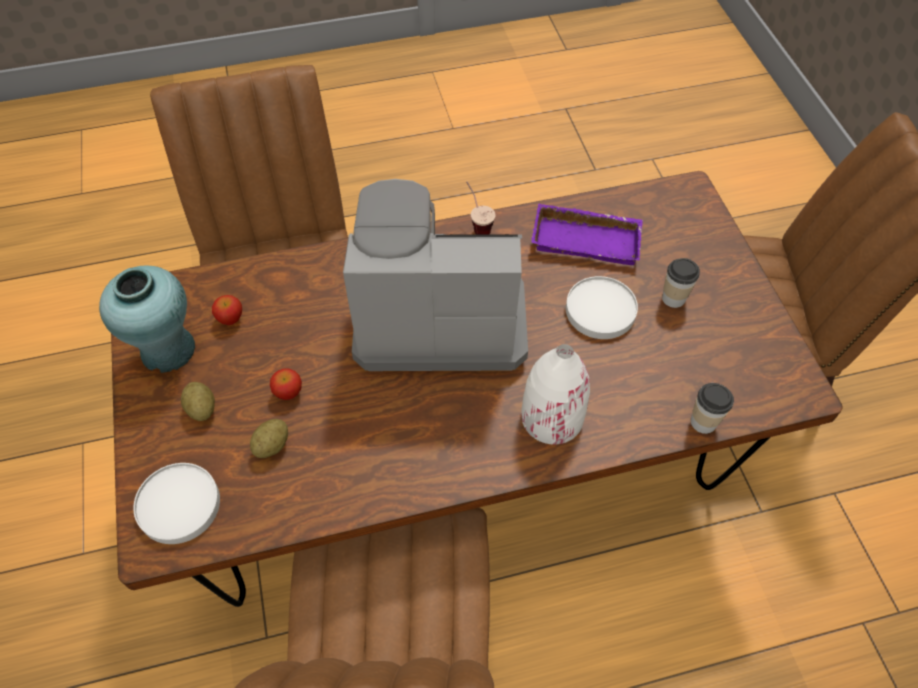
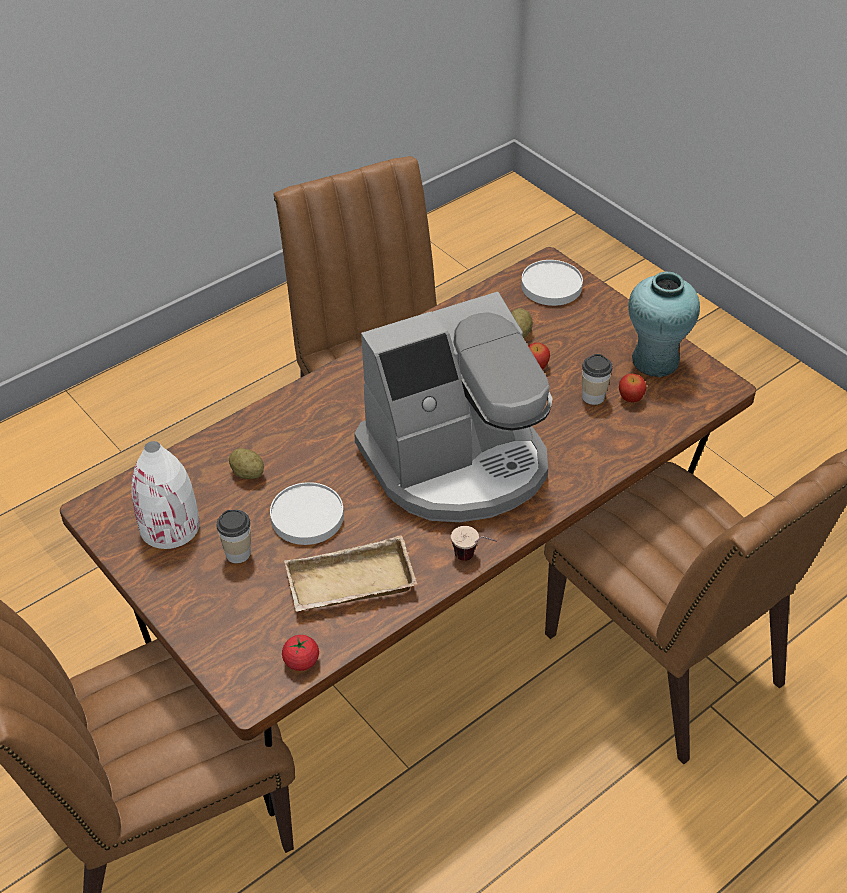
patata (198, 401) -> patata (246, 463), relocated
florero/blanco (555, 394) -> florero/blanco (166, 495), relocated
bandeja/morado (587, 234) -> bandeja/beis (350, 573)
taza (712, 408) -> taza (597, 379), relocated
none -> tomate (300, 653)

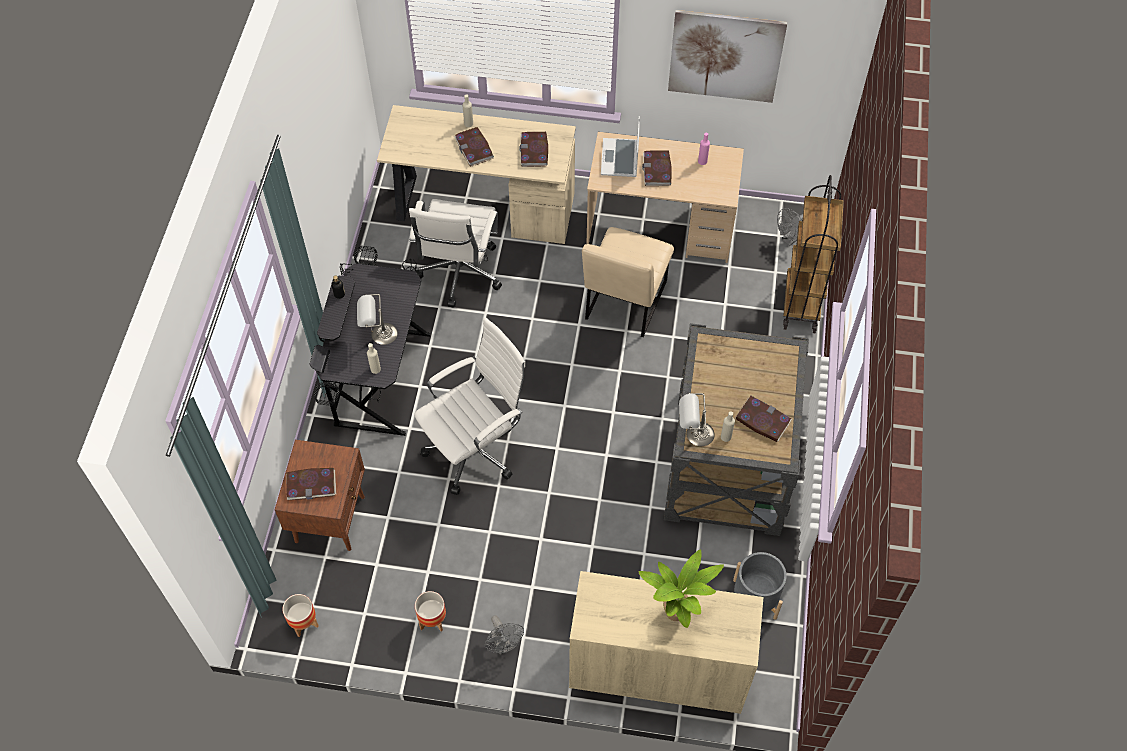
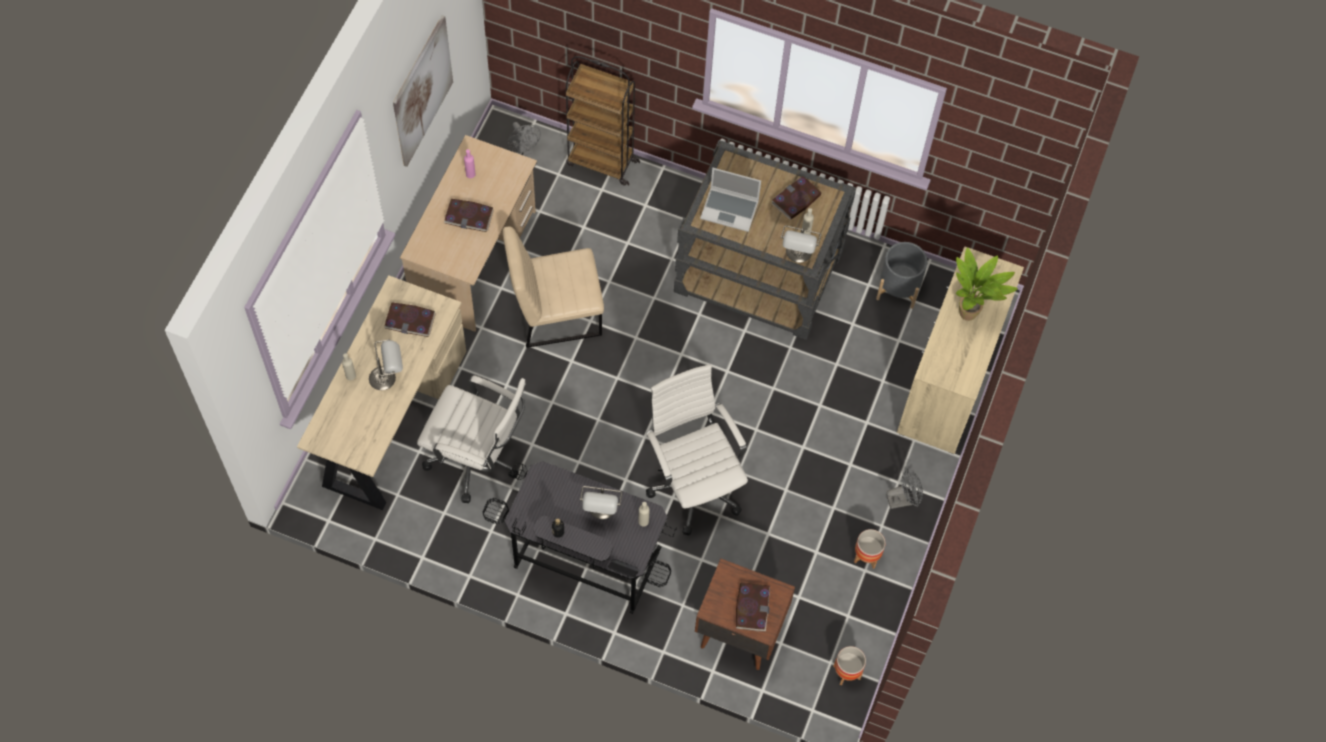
libro (474, 147) -> lámpara de mesa/blanco (386, 364)
silla/beis (628, 282) -> silla/beis (553, 287), 135 degrees clockwise
portátil (620, 146) -> portátil (730, 200), relocated

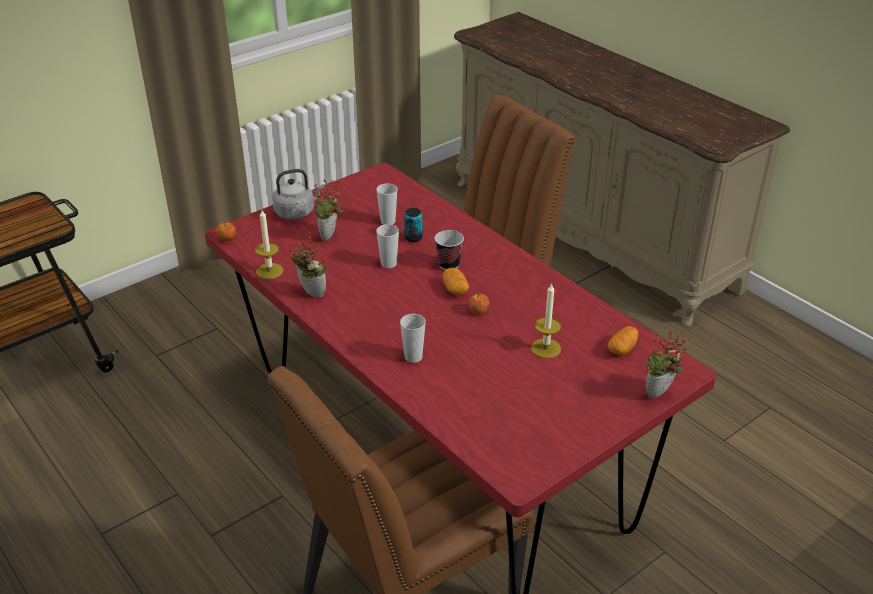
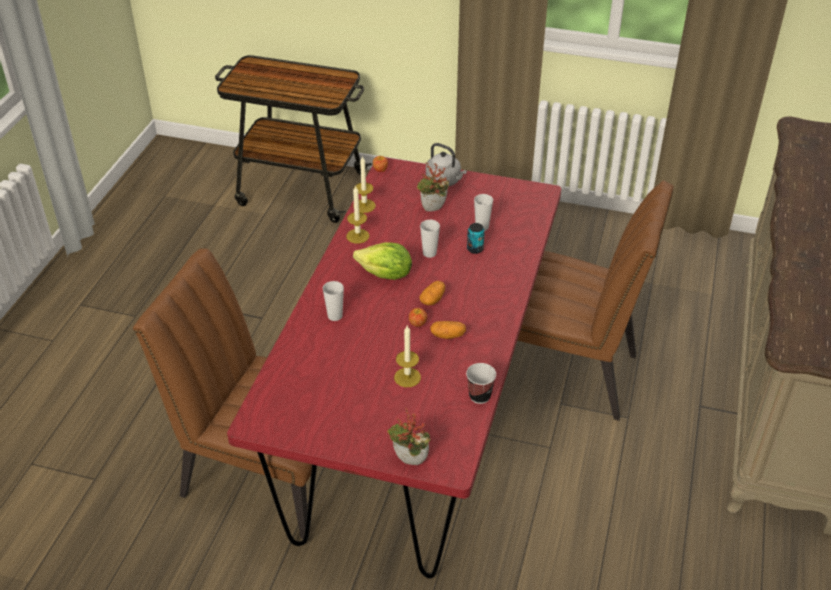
planta en maceta (307, 265) -> vela (357, 214)
taza (449, 250) -> taza (481, 383), relocated
patata (623, 340) -> patata (448, 330), relocated
none -> lechuga (382, 261)

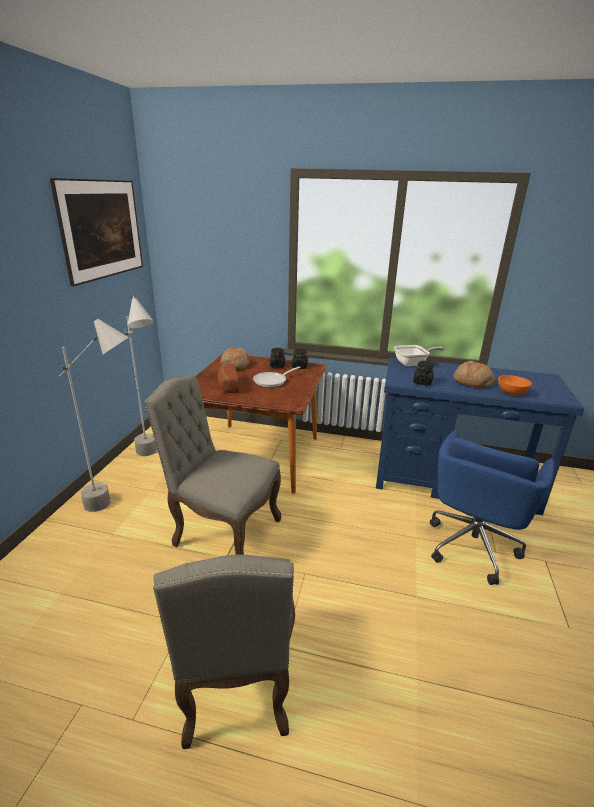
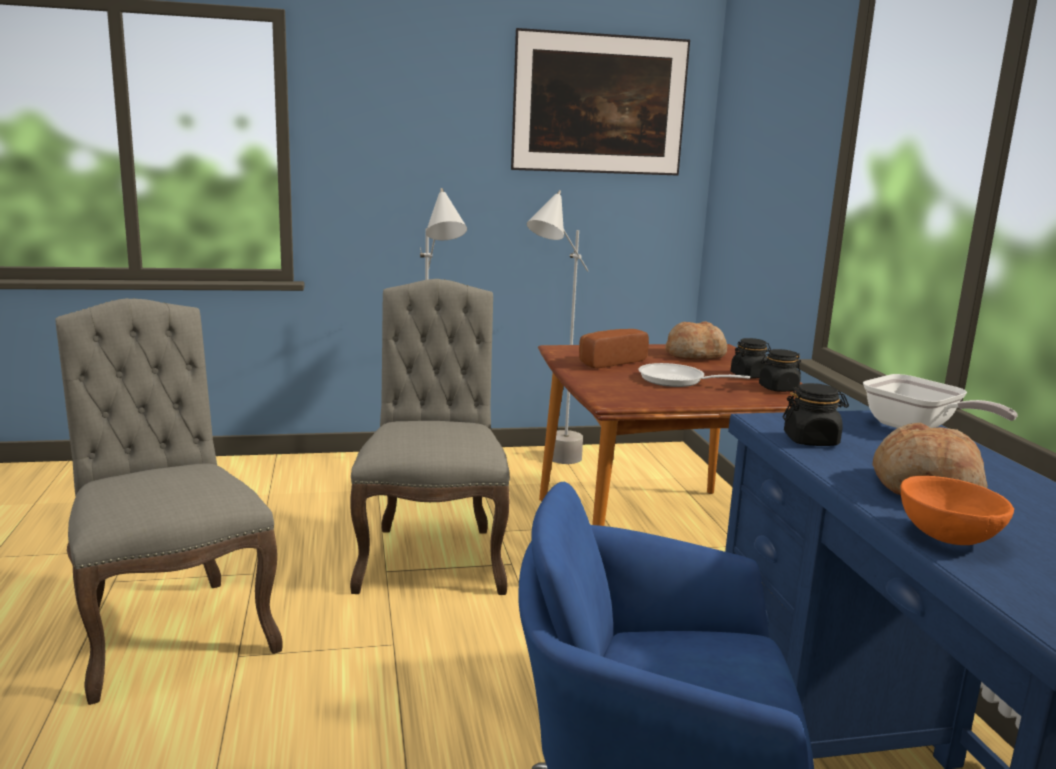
silla/gris (224, 652) -> silla/gris (169, 501), 90 degrees clockwise

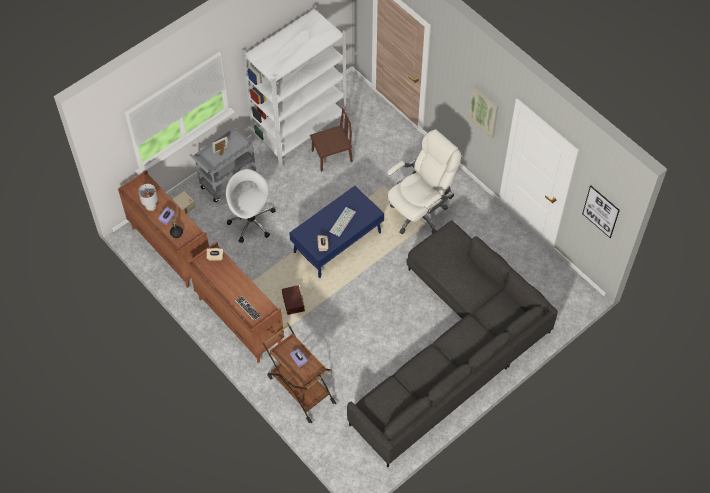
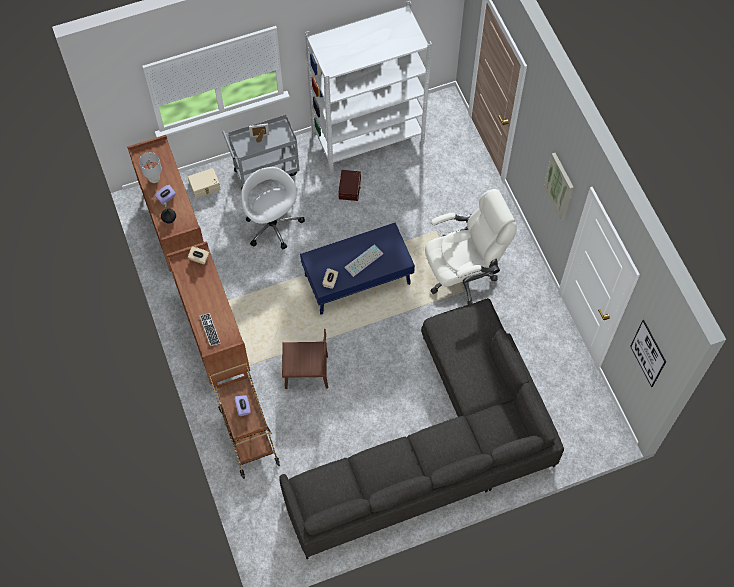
caja de almacenaje/marrón (293, 300) -> caja de almacenaje/marrón (349, 185), relocated
silla/marrón (331, 140) -> silla/marrón (305, 359), relocated

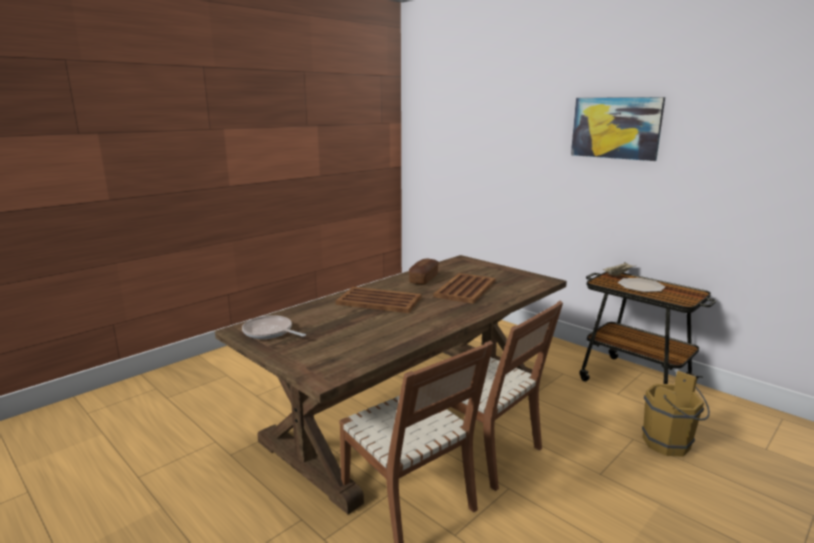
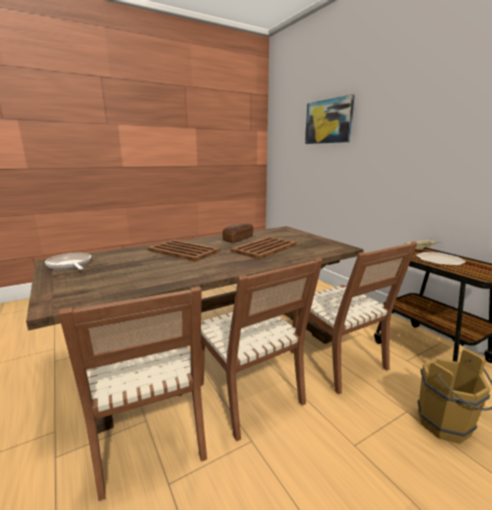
cuadro (618, 129) -> cuadro (330, 119), relocated
none -> silla (354, 317)

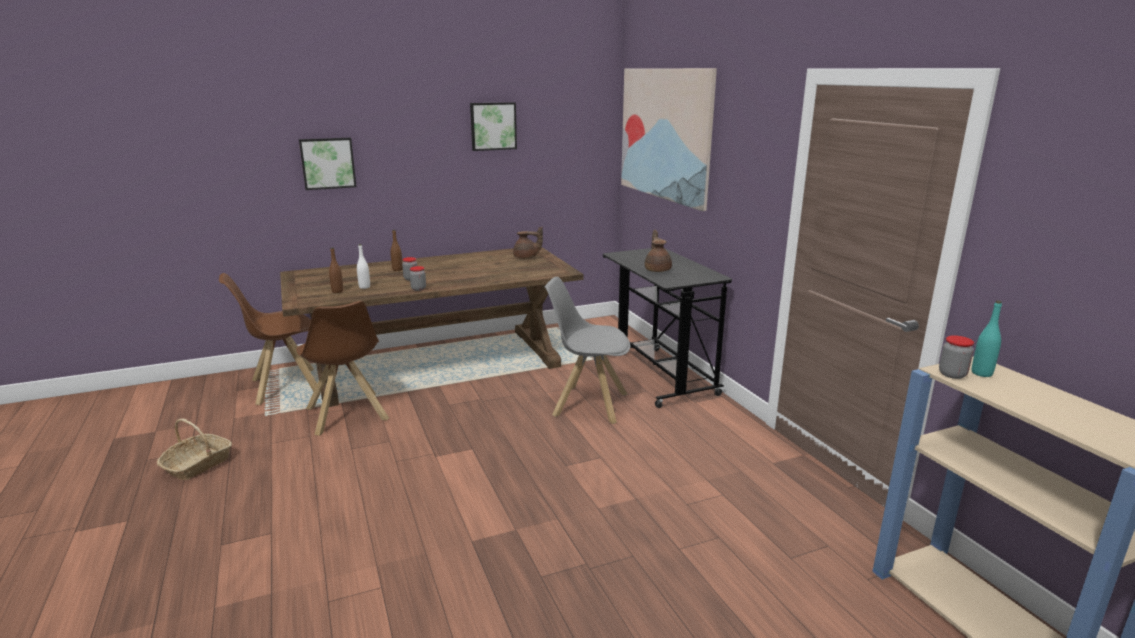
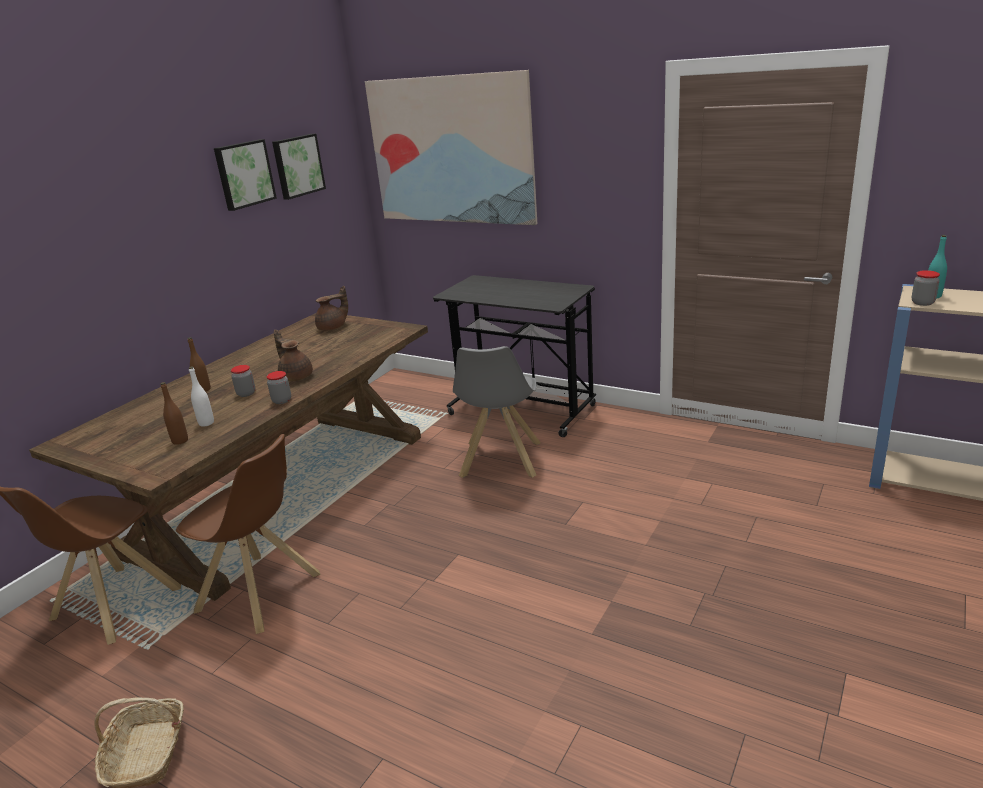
cuadro (327, 164) -> cuadro (299, 167), relocated
silla/gris (587, 350) -> silla/gris (497, 412), 60 degrees counterclockwise
tetera/marrón (658, 251) -> tetera/marrón (293, 356), relocated

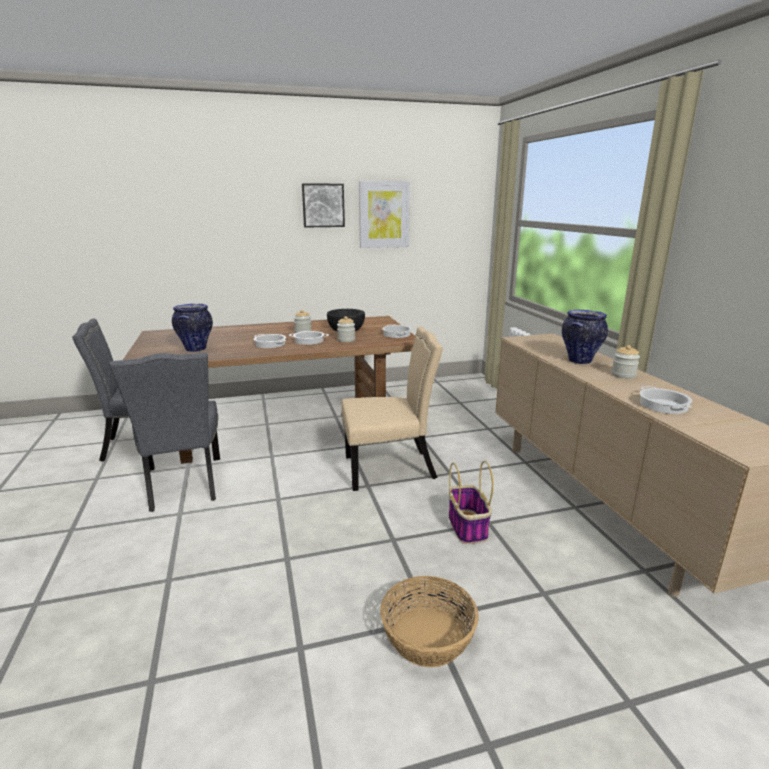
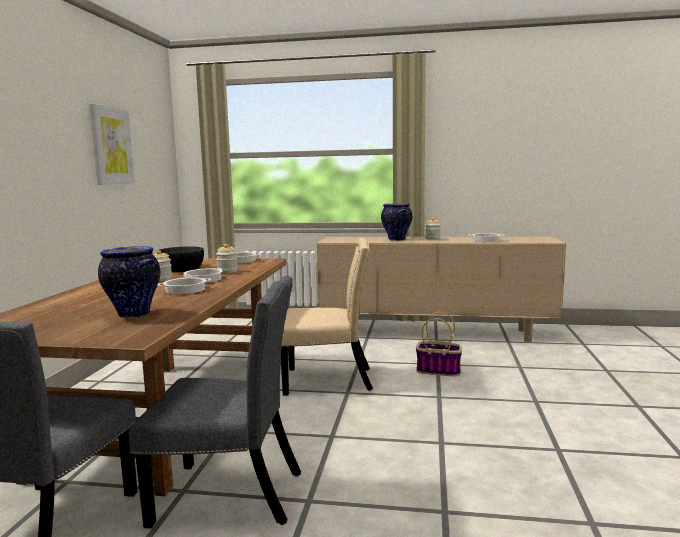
cuadro (323, 205) -> none
silla/beis (392, 409) -> silla/beis (327, 317), 75 degrees clockwise
cesta (429, 621) -> none

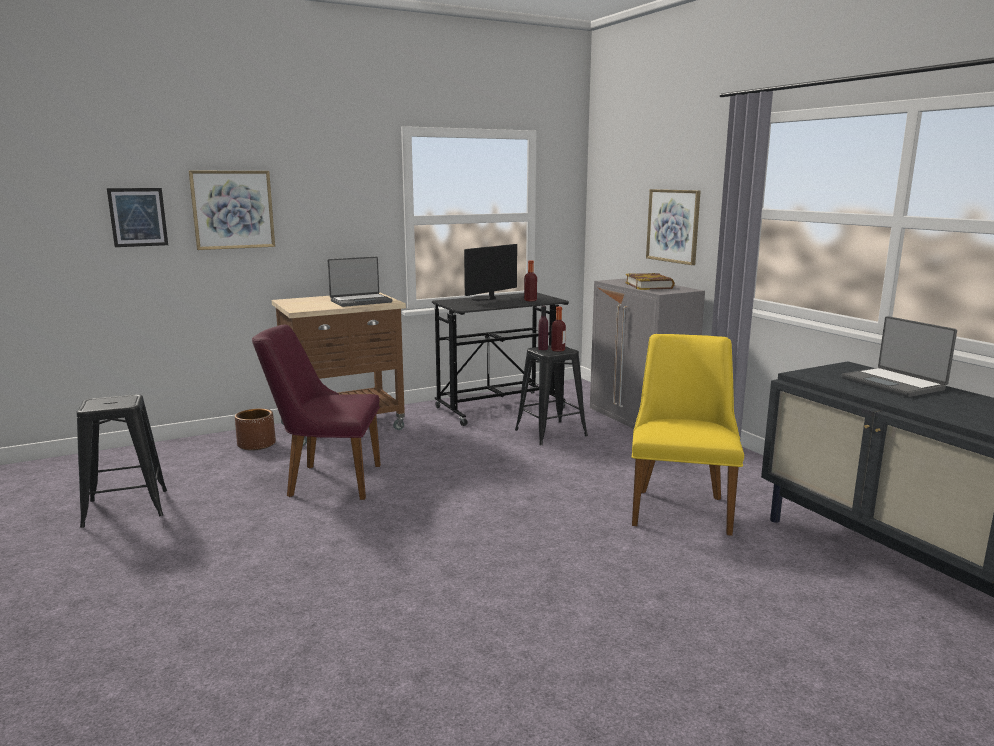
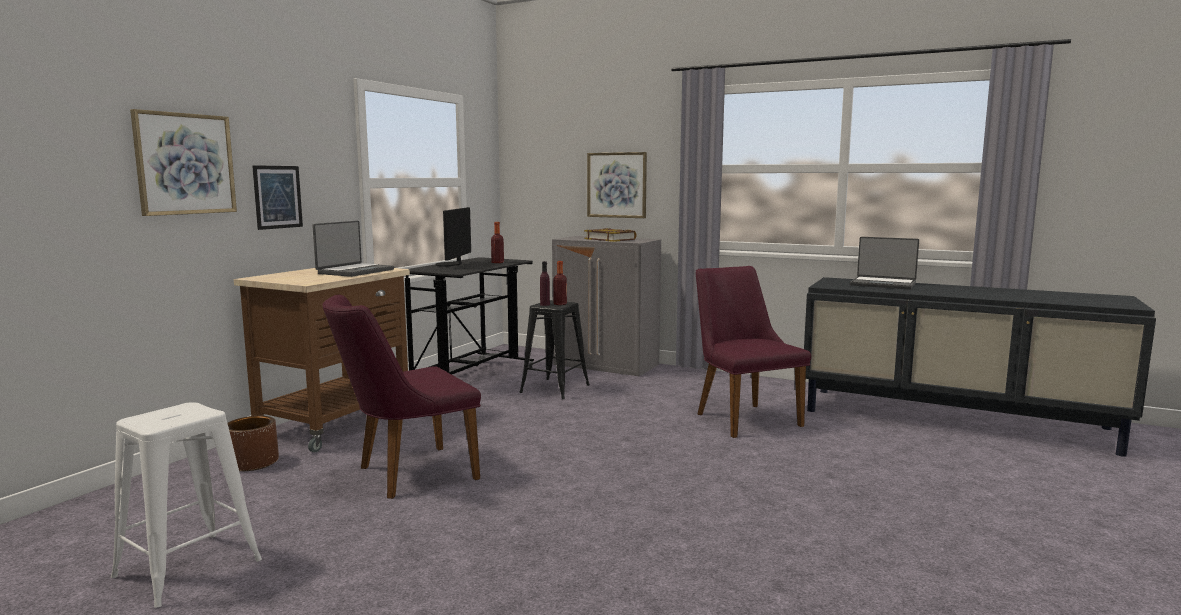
taburete/negro (122, 461) -> taburete/blanco (186, 505)
cuadro (137, 217) -> cuadro (277, 197), relocated
silla/amarillo (688, 435) -> silla/morado (753, 352)

